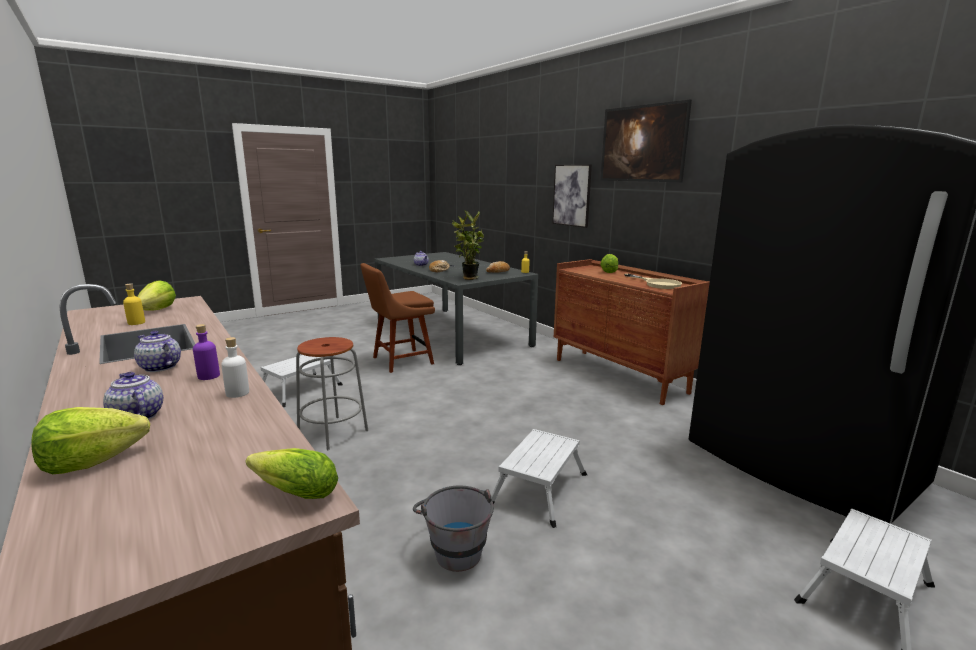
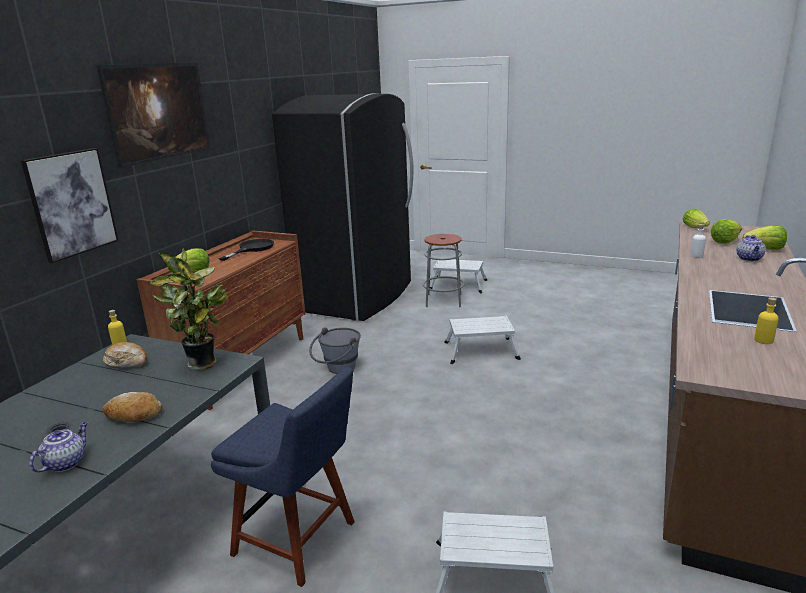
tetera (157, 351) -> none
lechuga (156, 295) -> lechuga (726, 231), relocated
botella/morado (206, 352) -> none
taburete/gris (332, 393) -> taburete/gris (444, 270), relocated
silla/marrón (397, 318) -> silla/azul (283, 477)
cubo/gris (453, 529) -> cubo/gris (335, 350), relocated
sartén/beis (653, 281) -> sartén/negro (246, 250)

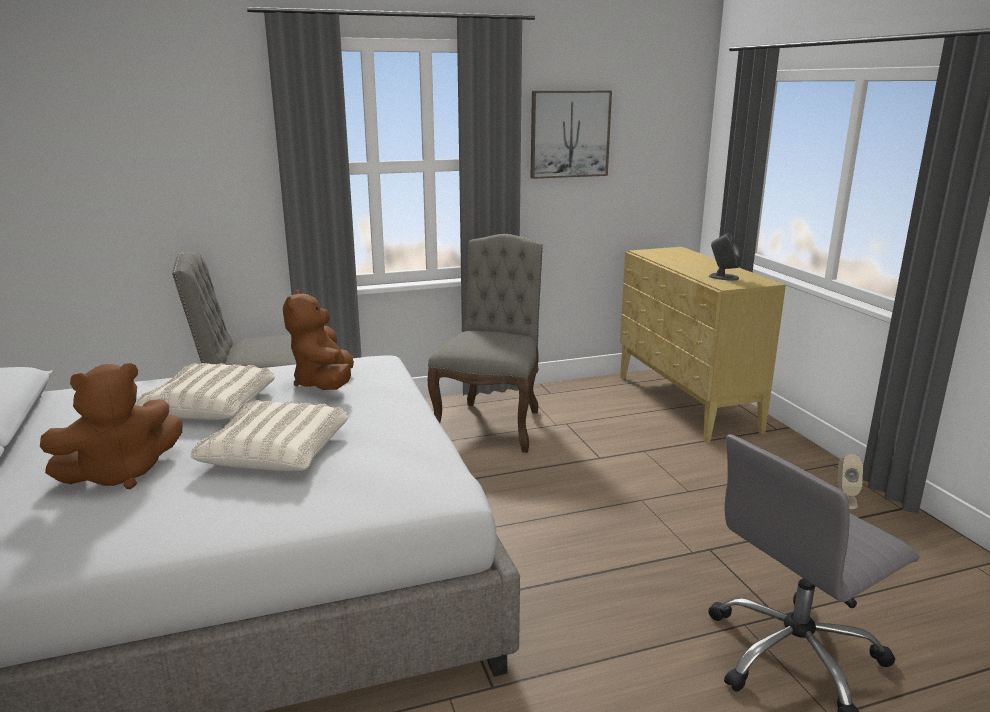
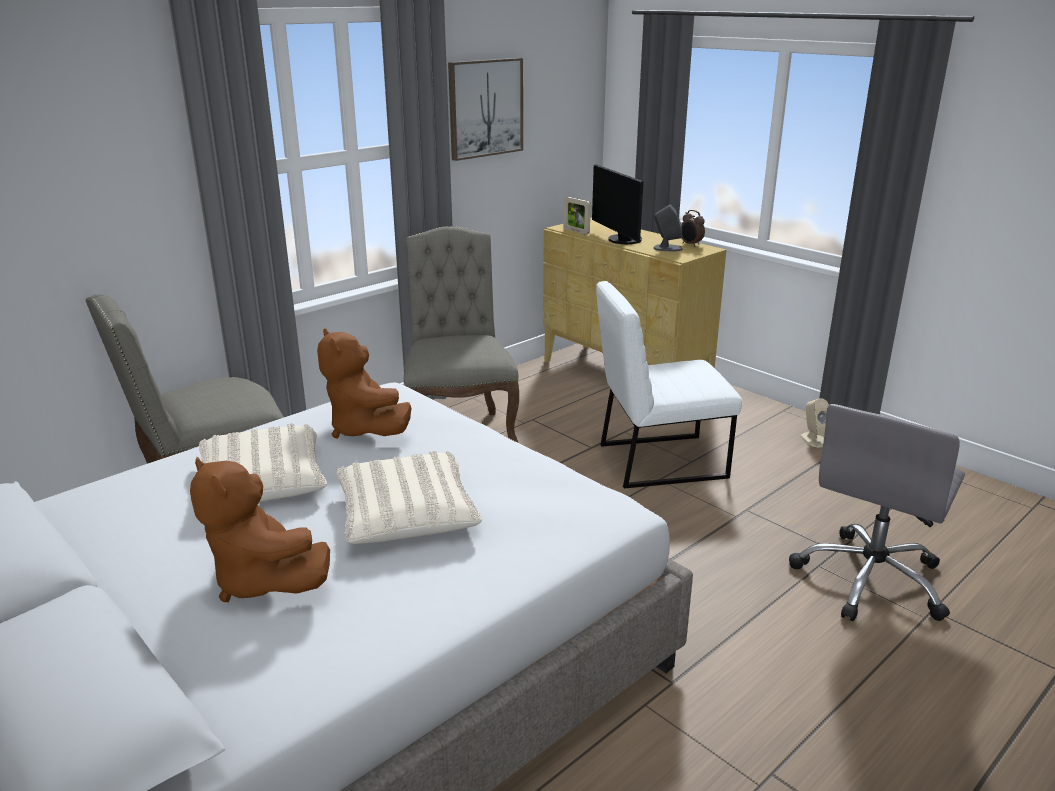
peluche/marrón (111, 426) -> peluche/marrón (260, 529), 105 degrees clockwise
none -> portarretratos (577, 216)
none -> monitor (618, 204)
none -> silla/blanco (669, 385)
none -> despertador (693, 228)

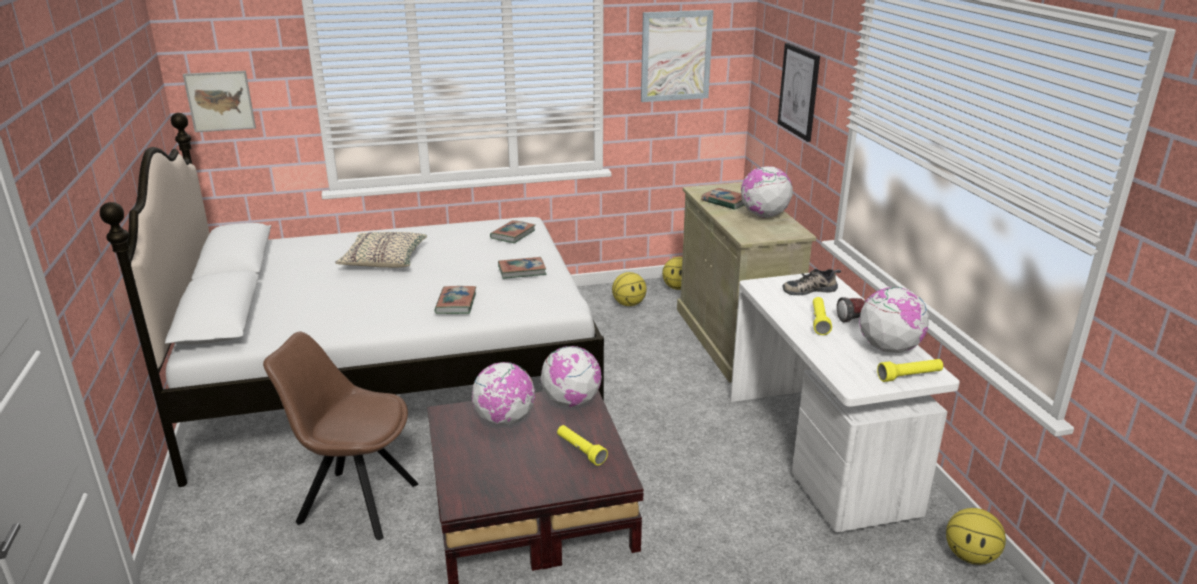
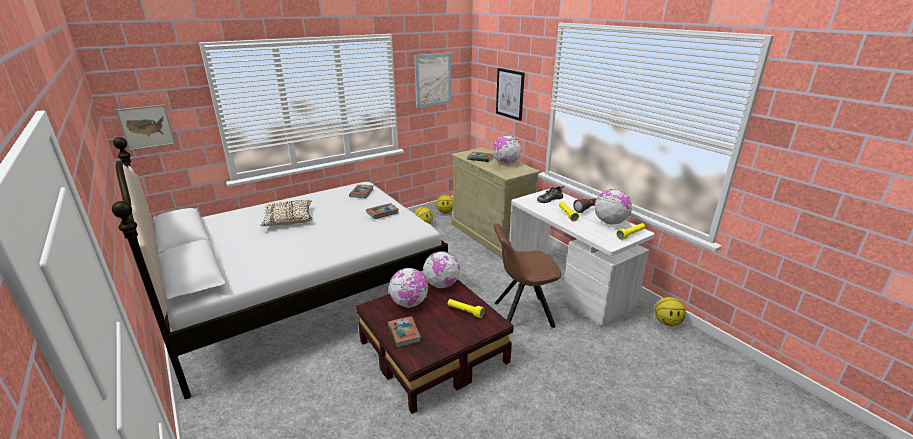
silla/marrón (341, 436) -> silla/marrón (527, 275), relocated
libro (455, 300) -> libro (404, 332), relocated

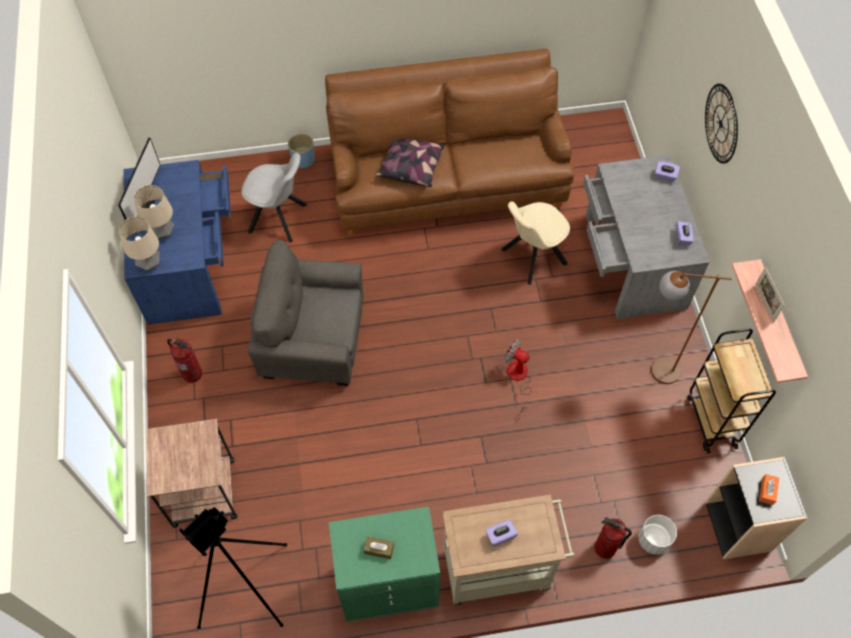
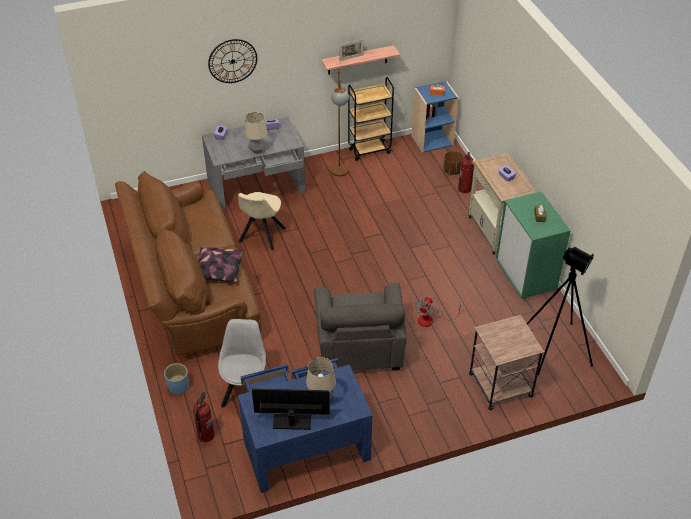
lámpara de mesa (139, 243) -> lámpara de mesa (256, 133), relocated
extintor (184, 360) -> extintor (203, 417), relocated
silla/beis (535, 243) -> silla/beis (262, 221), 60 degrees clockwise
ventilador (517, 375) -> ventilador (439, 312), relocated
maceta/blanco (657, 535) -> maceta/marrón (453, 163)
estantería/negro (756, 508) -> estantería/azul (435, 117)

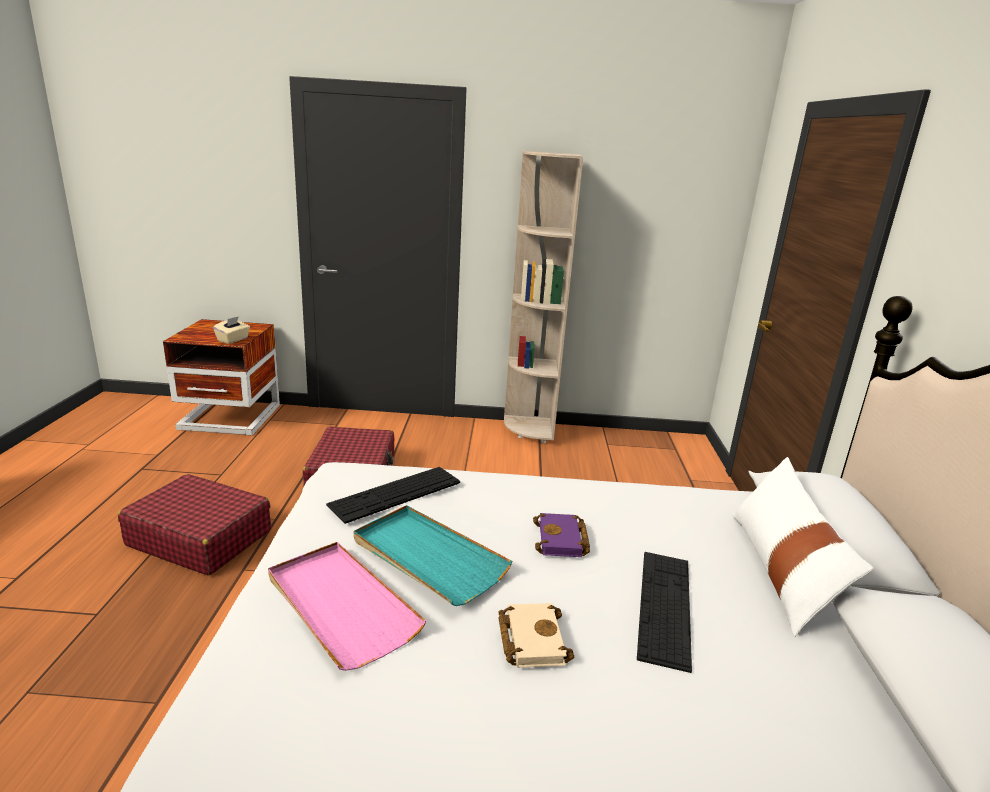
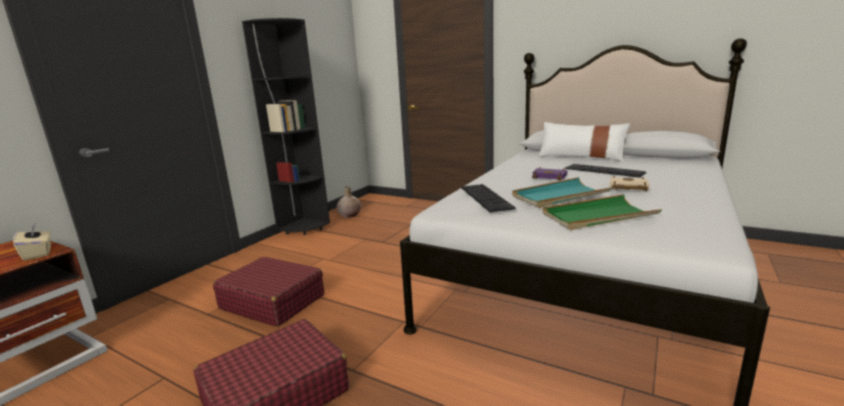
bandeja/rosa (347, 606) -> bandeja/verde (602, 212)
estantería/beis (543, 297) -> estantería/negro (286, 126)
none -> florero/beis (349, 202)

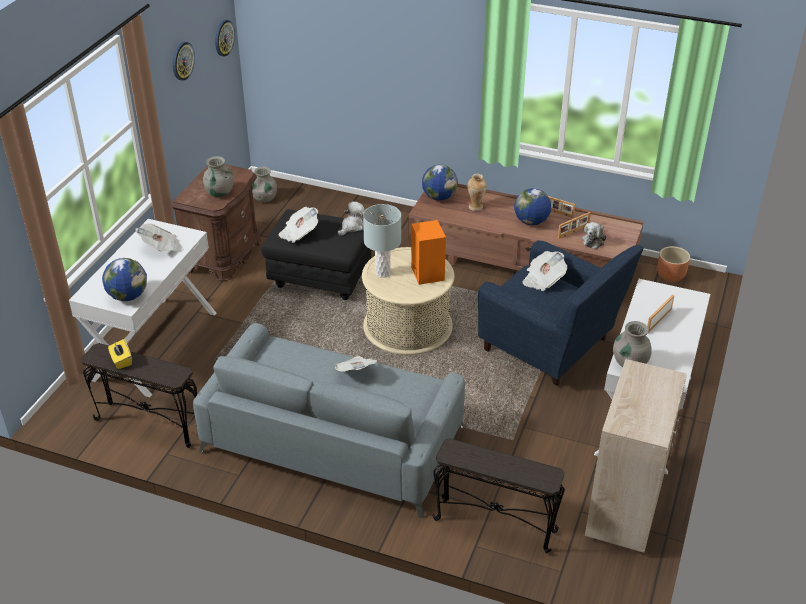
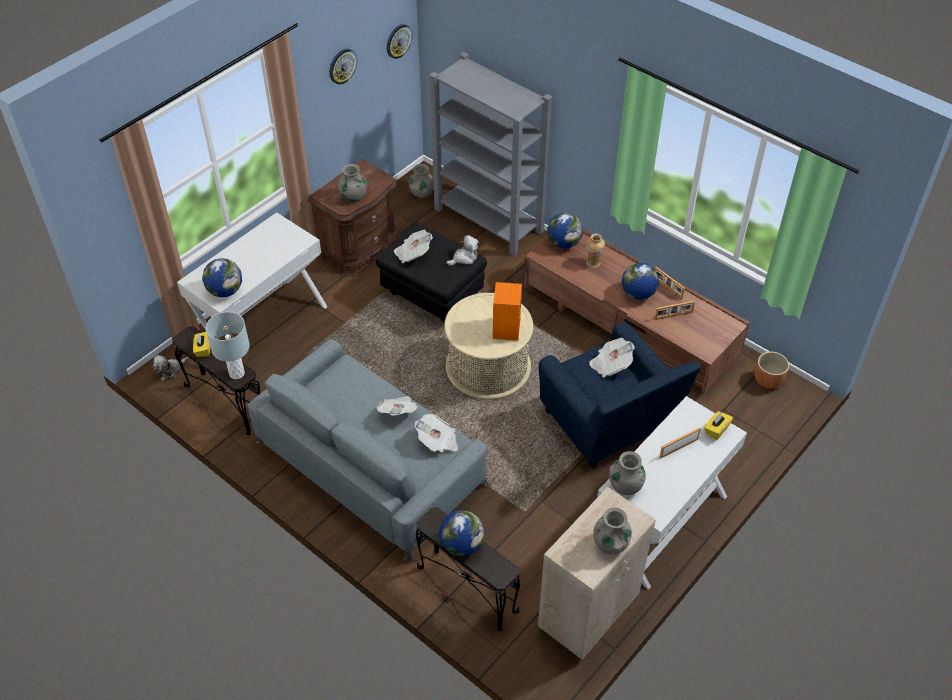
periódico (159, 238) -> periódico (436, 433), relocated
lámpara de mesa/gris (382, 241) -> lámpara de mesa/gris (228, 345), relocated
peluche (594, 235) -> peluche (171, 368), relocated
none -> estantería/gris (491, 154)
none -> globo terráqueo (461, 533)
none -> florero/gris (612, 531)
none -> caja de pañuelos/amarillo (718, 425)

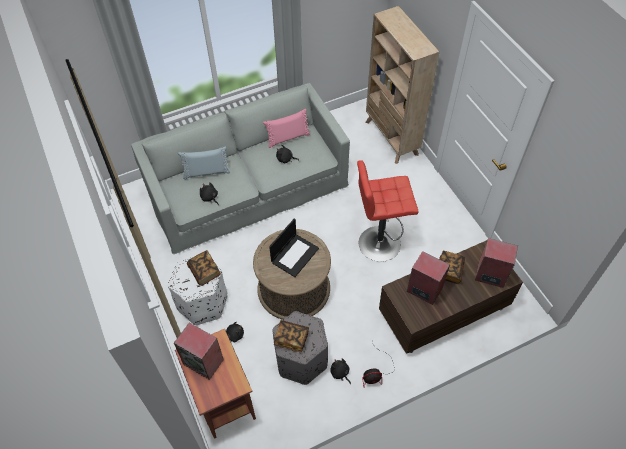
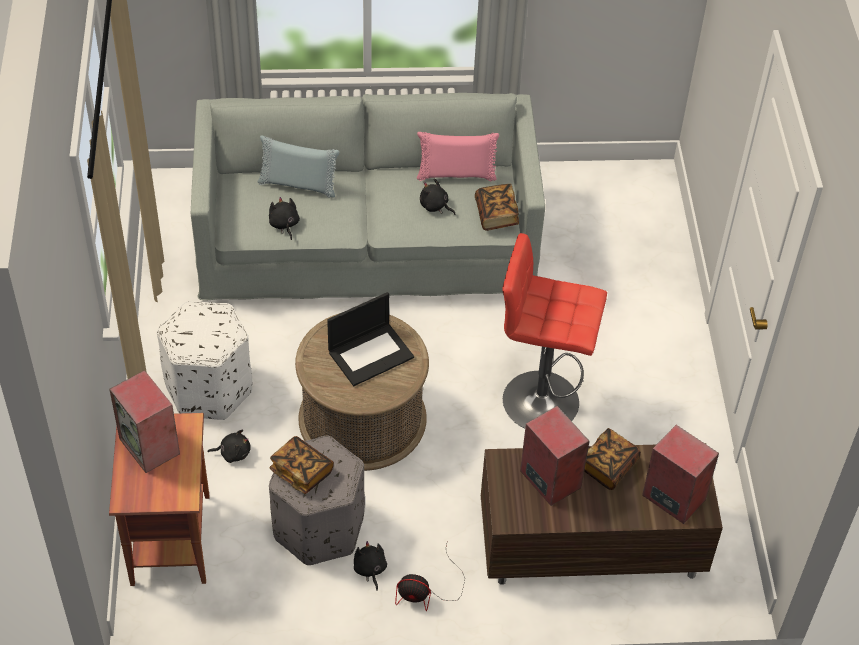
libro (204, 268) -> libro (497, 207), relocated
estantería/beis (402, 85) -> none

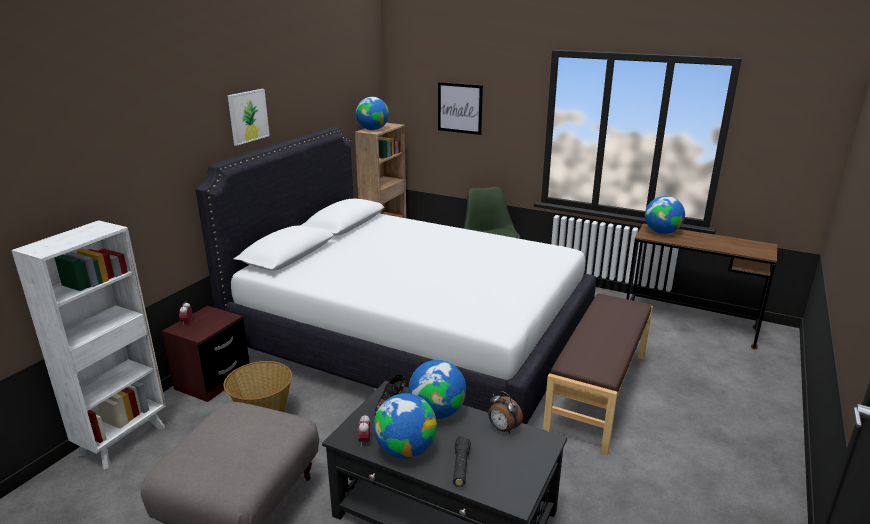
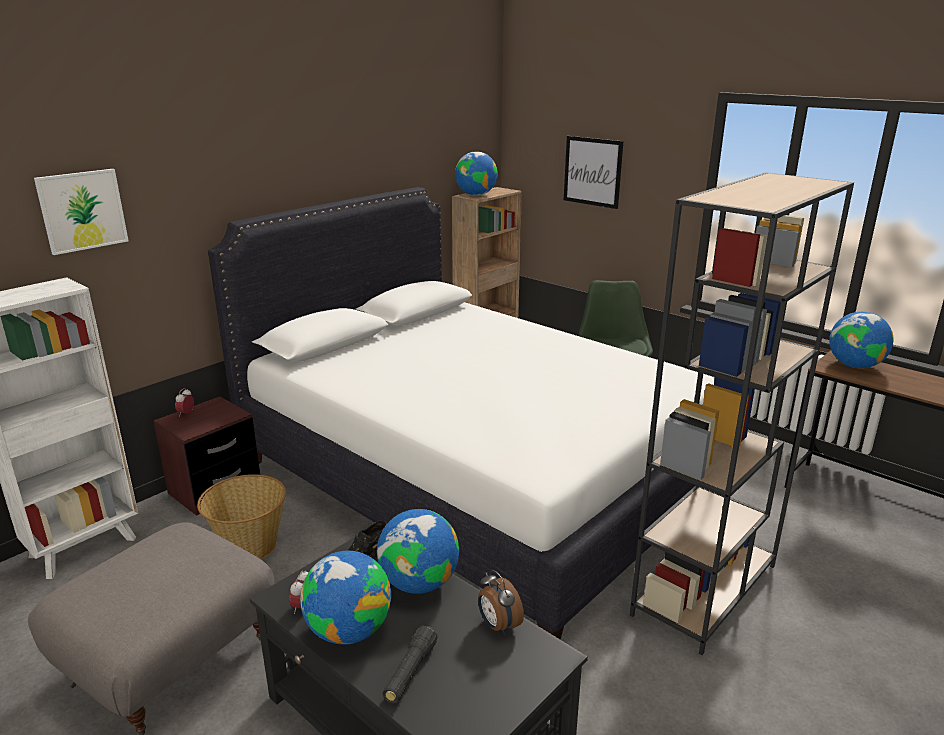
cuadro (249, 117) -> cuadro (81, 212), relocated
banco/marrón (598, 375) -> estantería (742, 414)

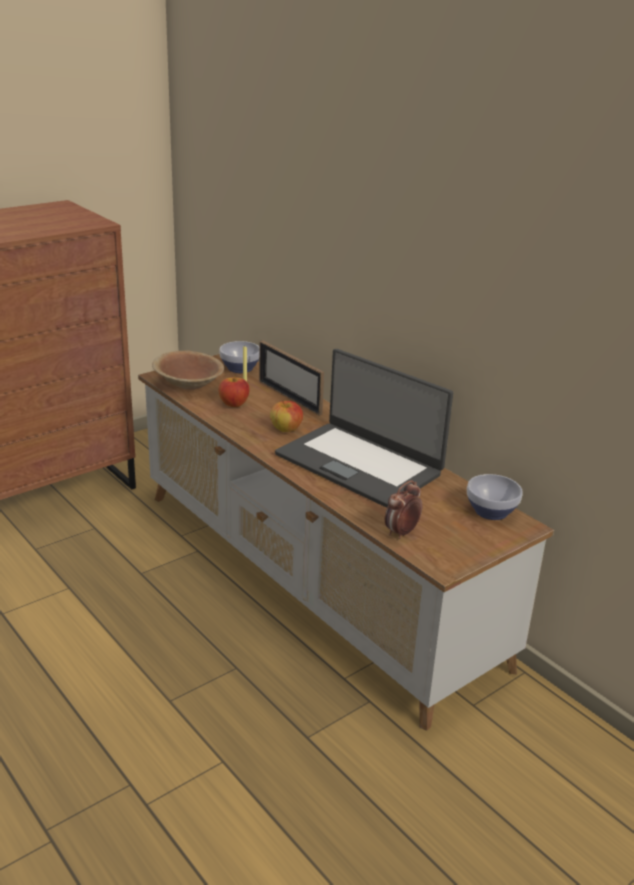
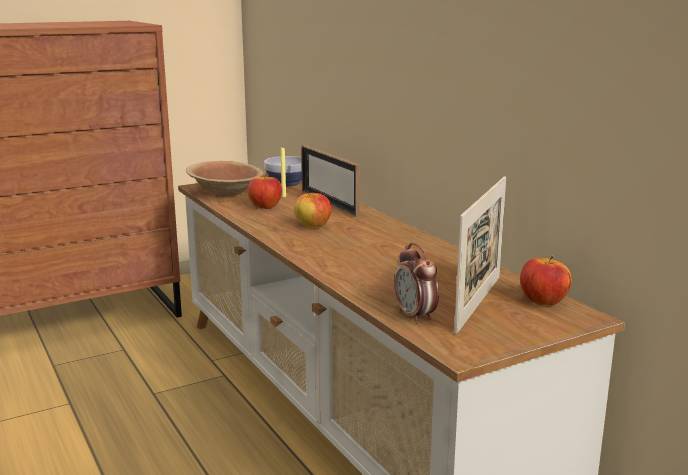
portátil (364, 428) -> none
despertador (404, 509) -> despertador (416, 283), 75 degrees counterclockwise
cuenco (495, 497) -> manzana (545, 280)
none -> portarretratos (480, 255)

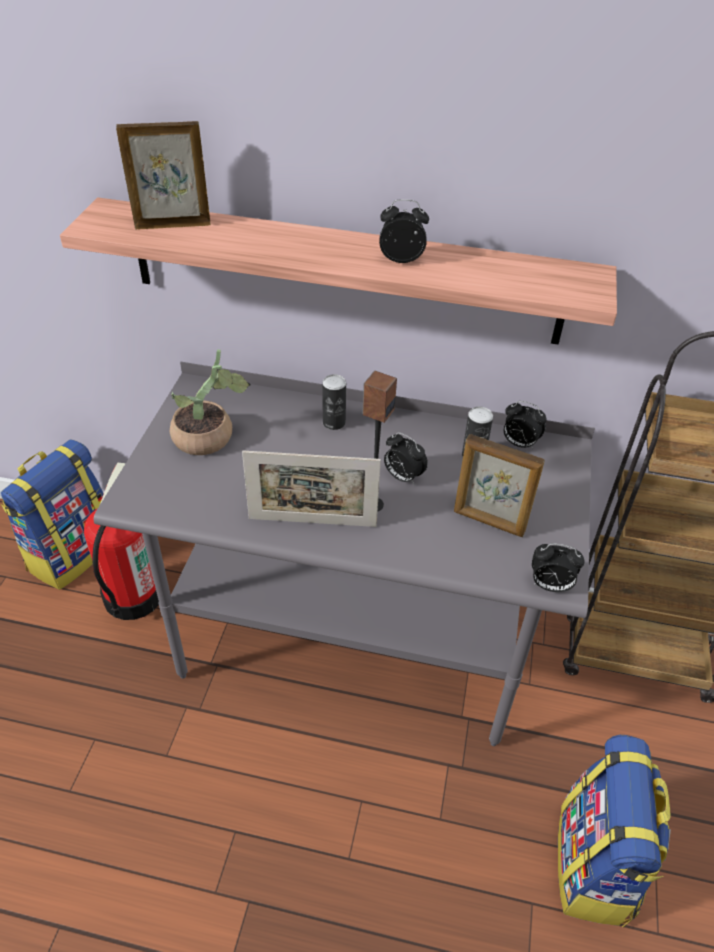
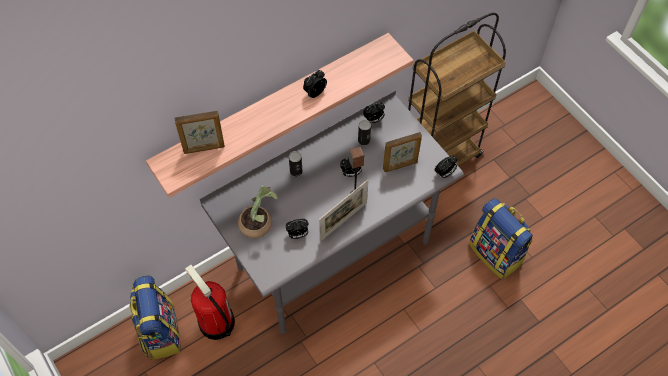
portarretratos (163, 175) -> portarretratos (200, 132), 135 degrees counterclockwise
none -> despertador (297, 229)

